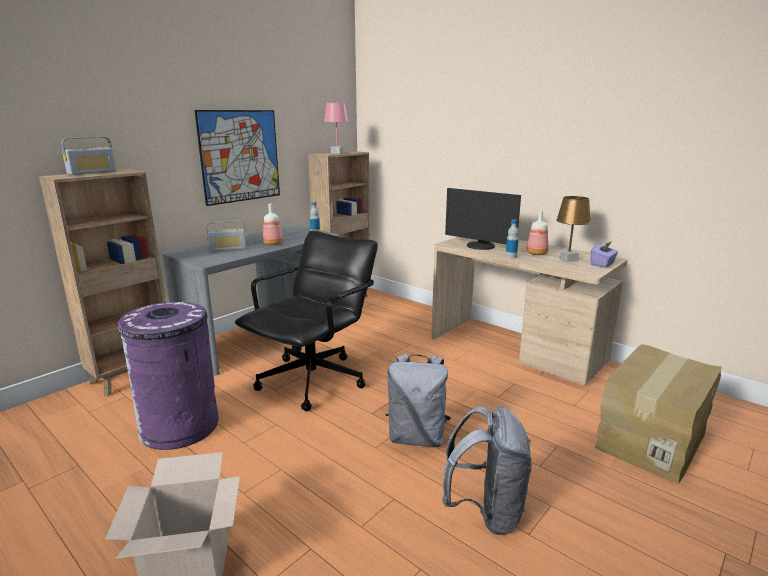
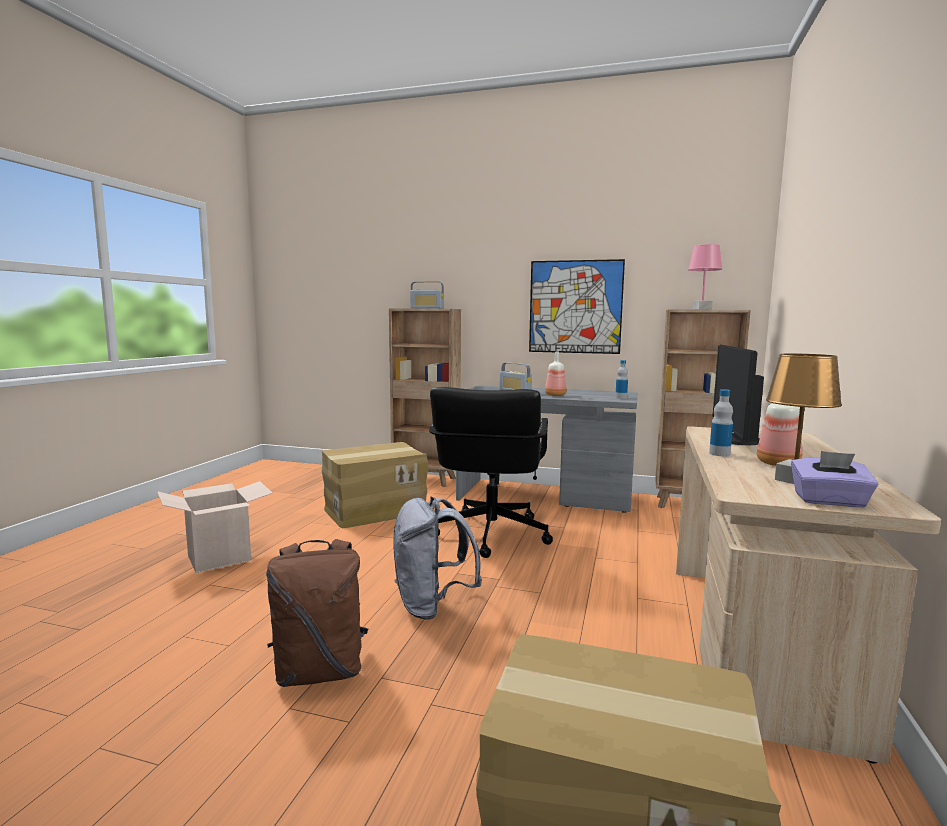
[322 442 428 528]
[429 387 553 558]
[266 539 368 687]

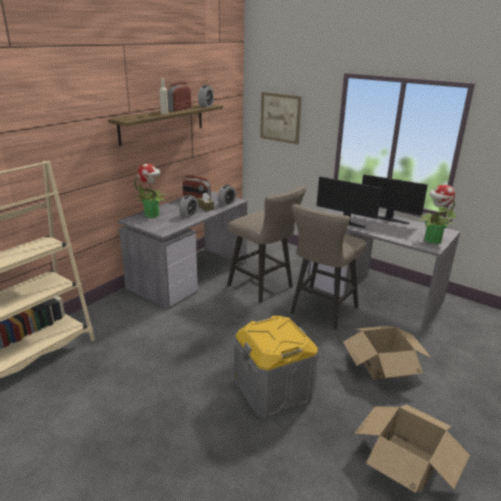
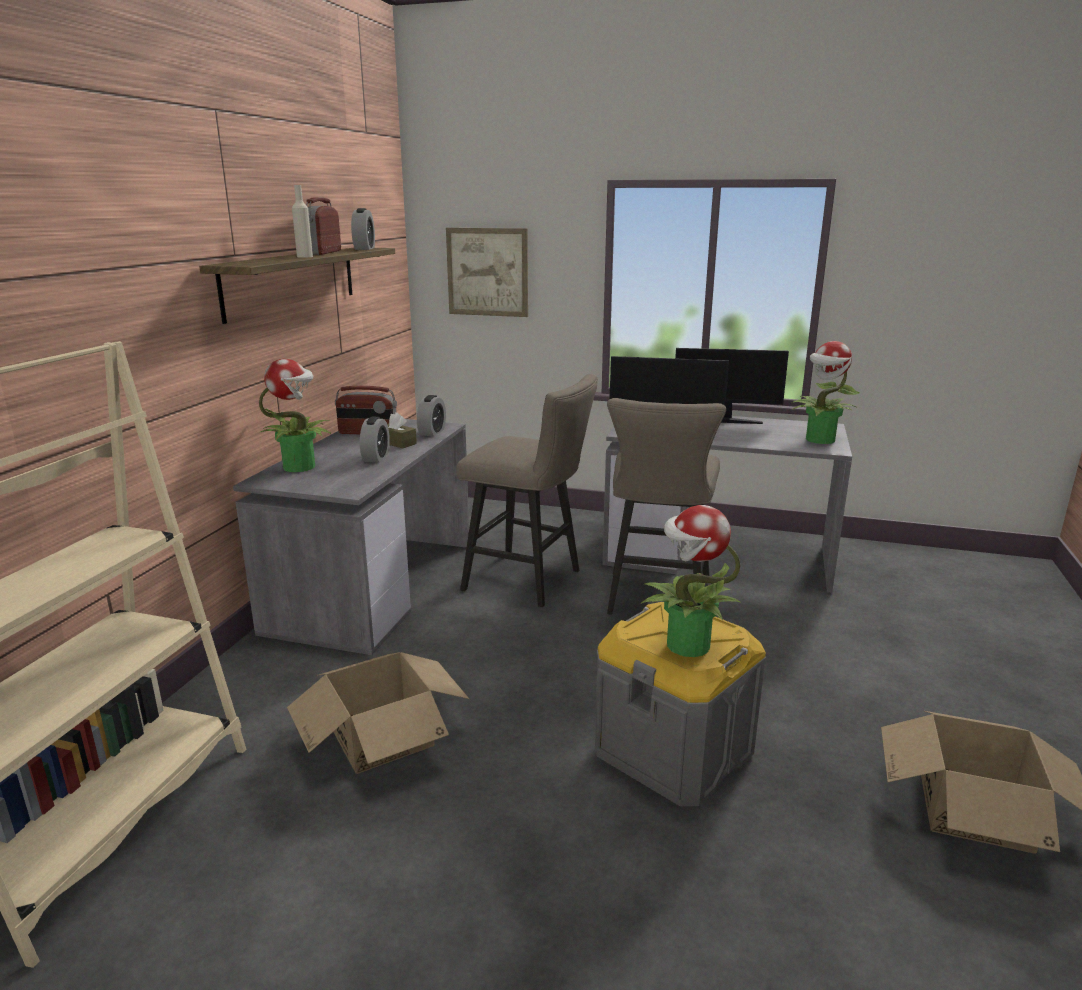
[287 652 470 774]
[641 505 741 657]

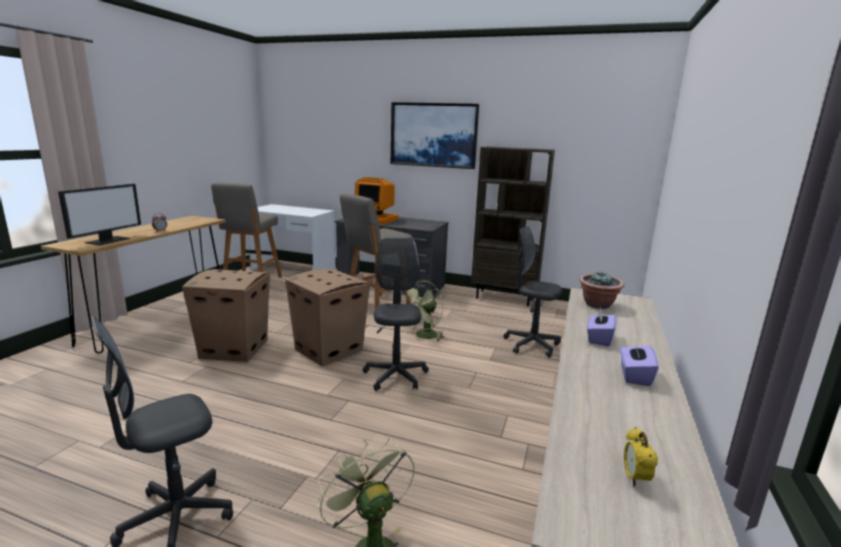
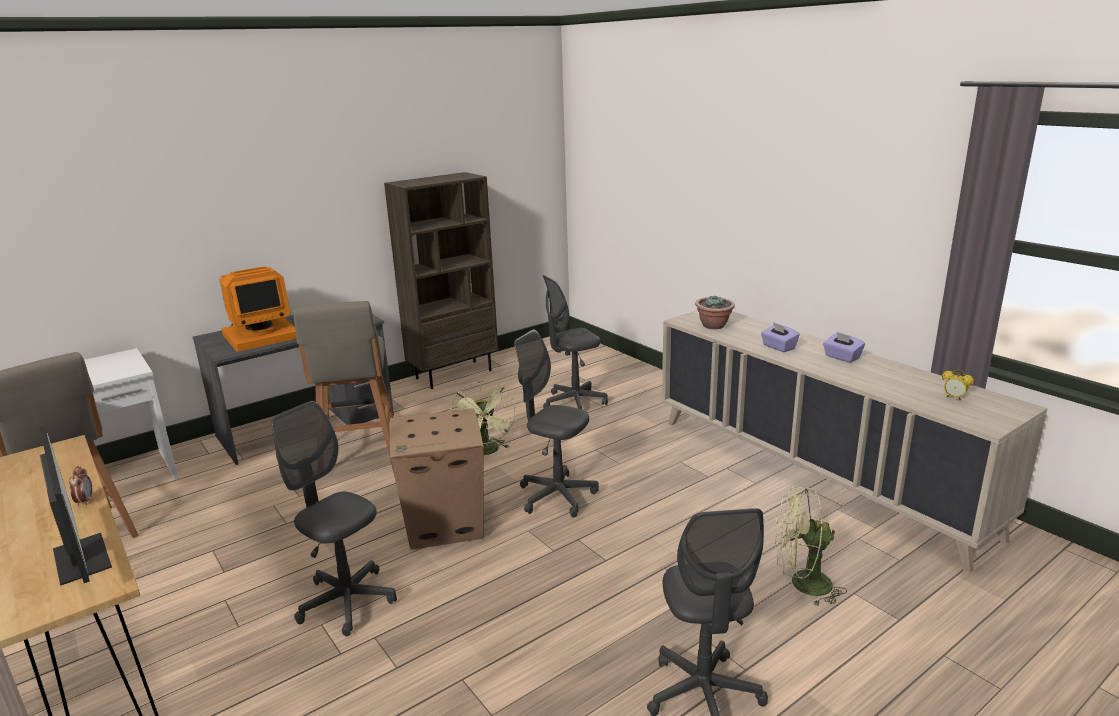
[271 401 397 636]
[391 102 479 169] (first image)

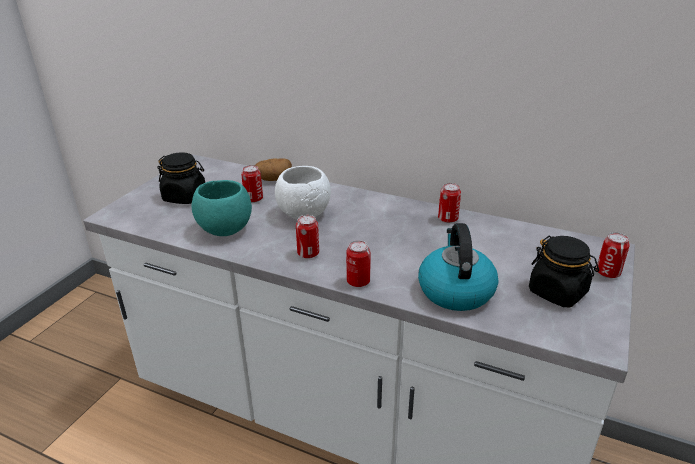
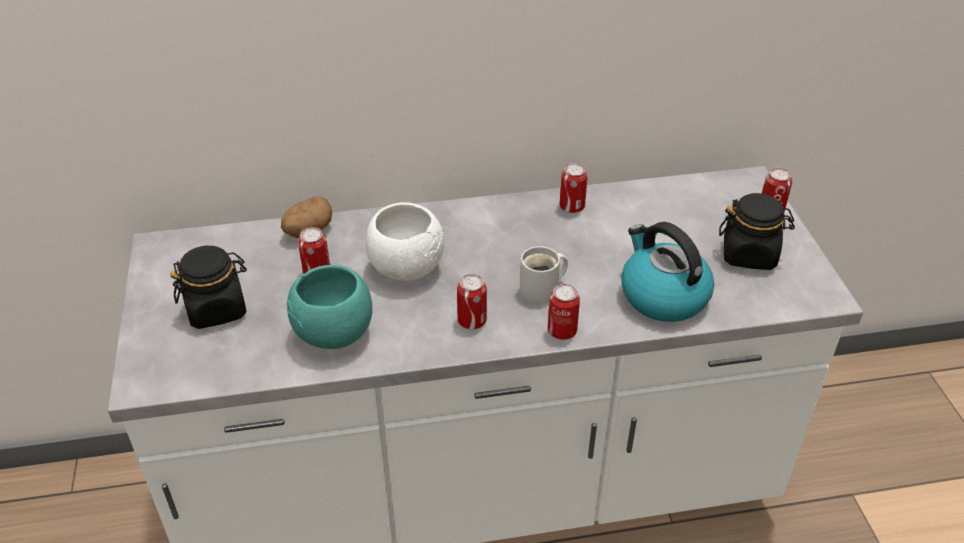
[520 246 568 304]

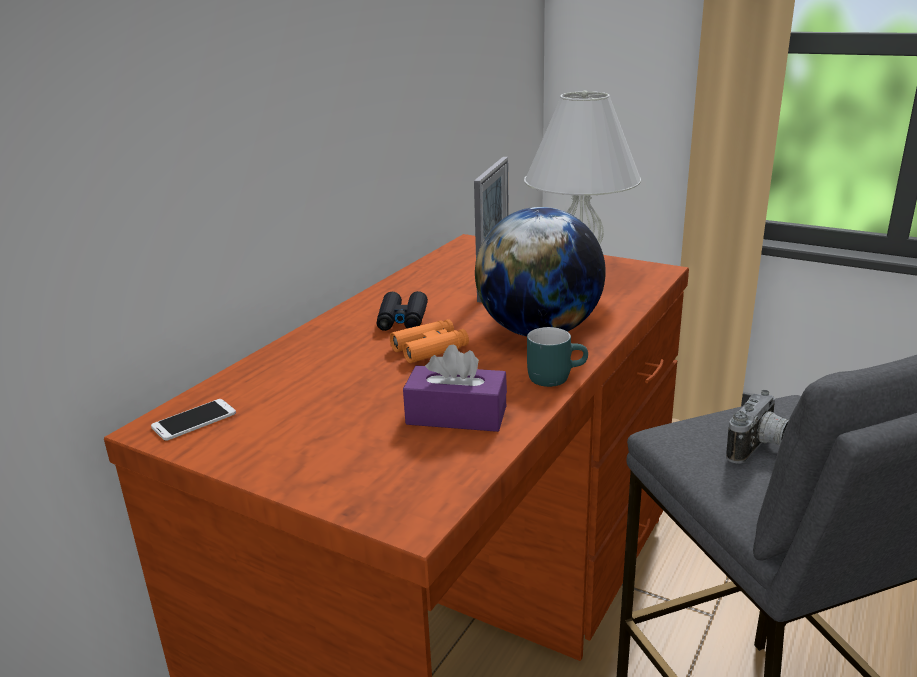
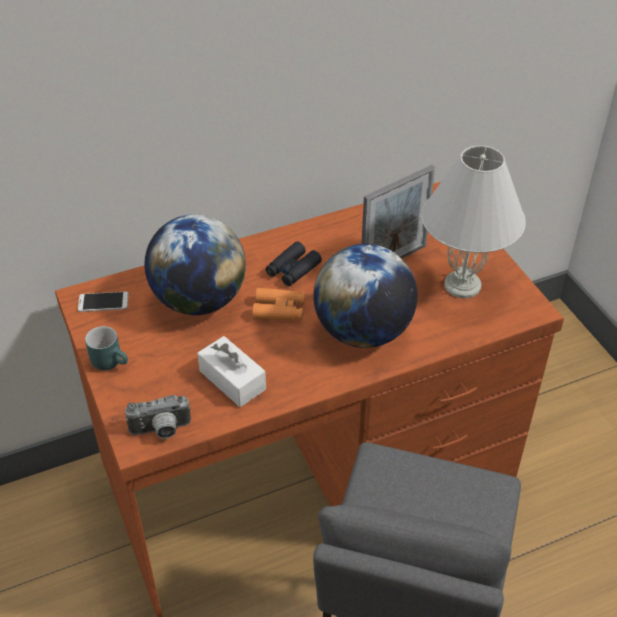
[197 336 266 407]
[85 326 128 371]
[125 395 191 439]
[145 214 246 315]

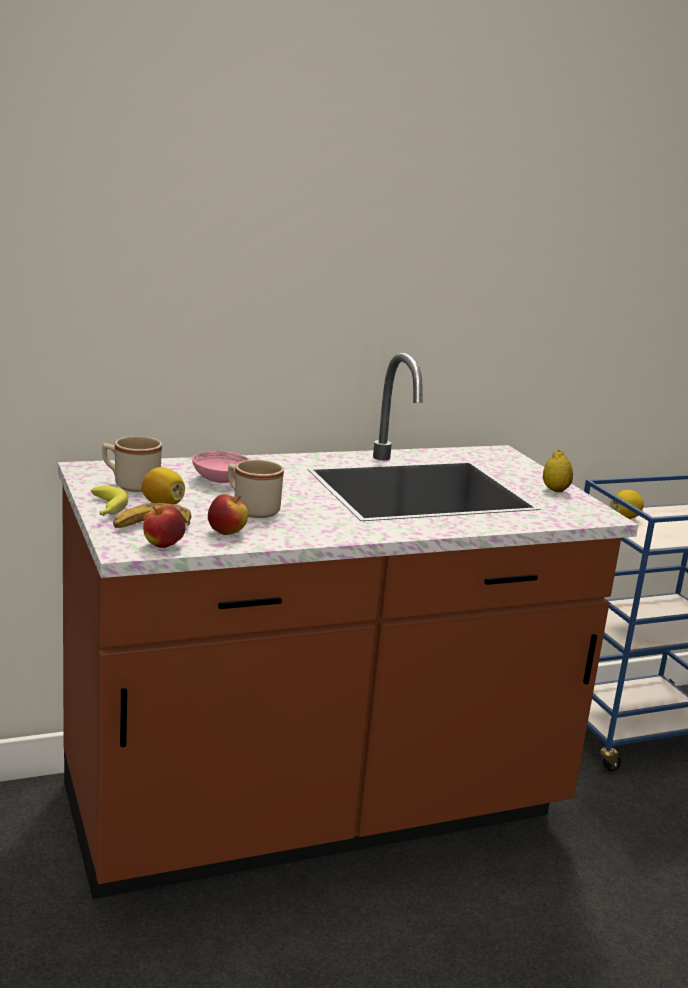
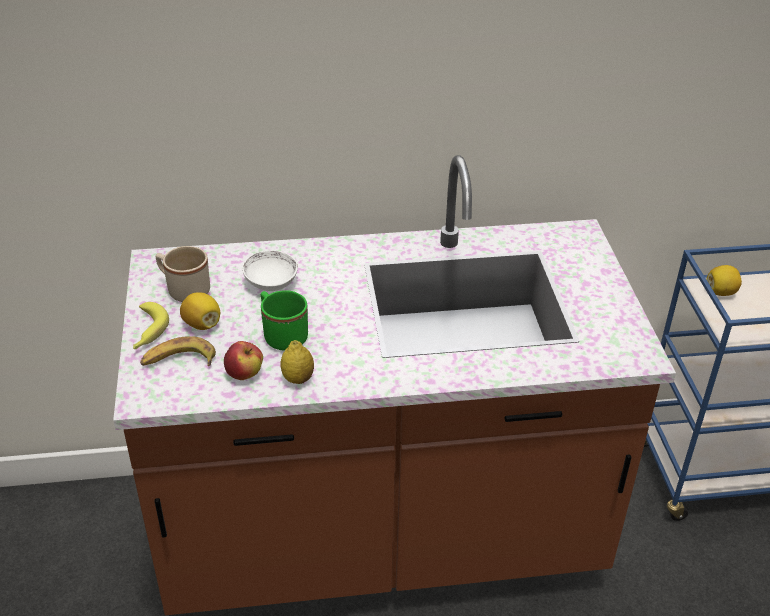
[143 505 186 548] (first image)
[242 250 298 291]
[261 290 308 351]
[280 340 314 384]

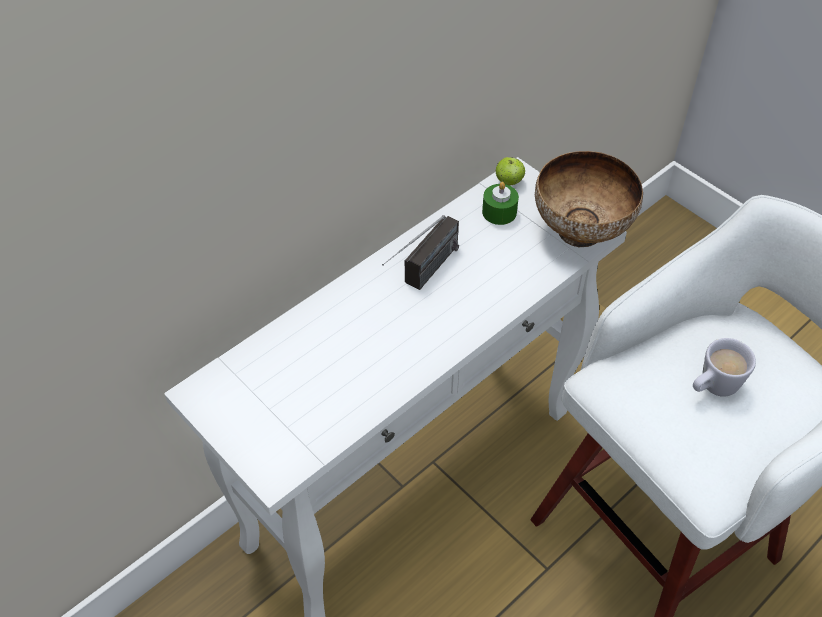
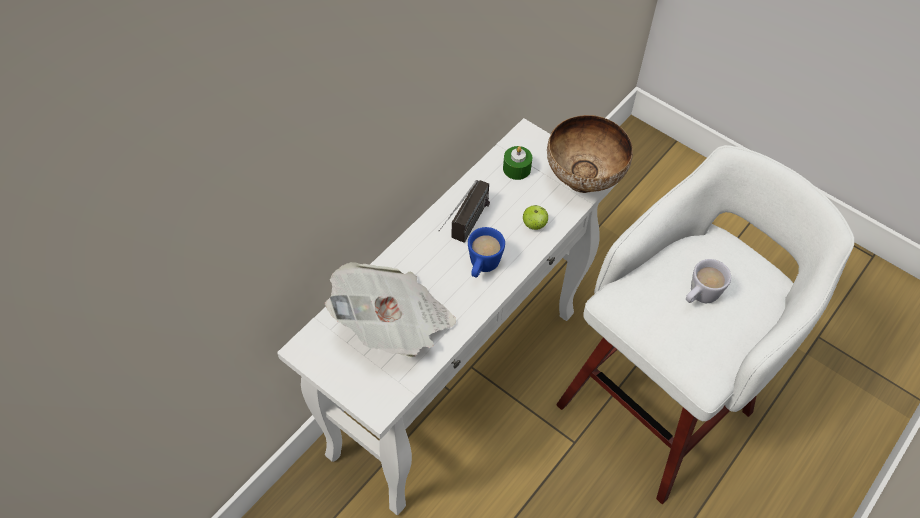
[523 205 549 230]
[325 262 456 357]
[468 227 505 277]

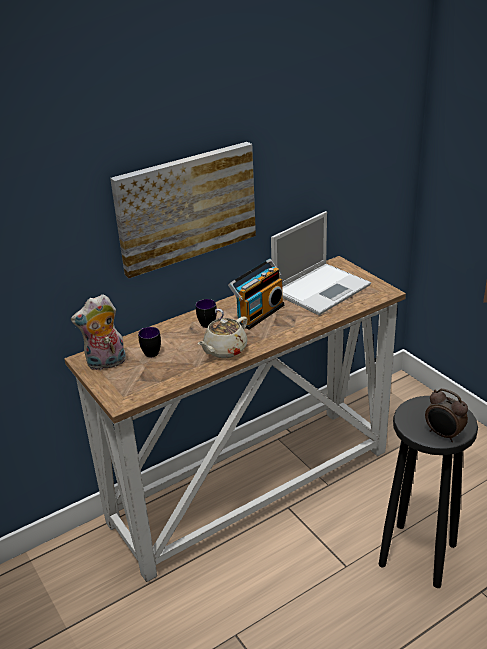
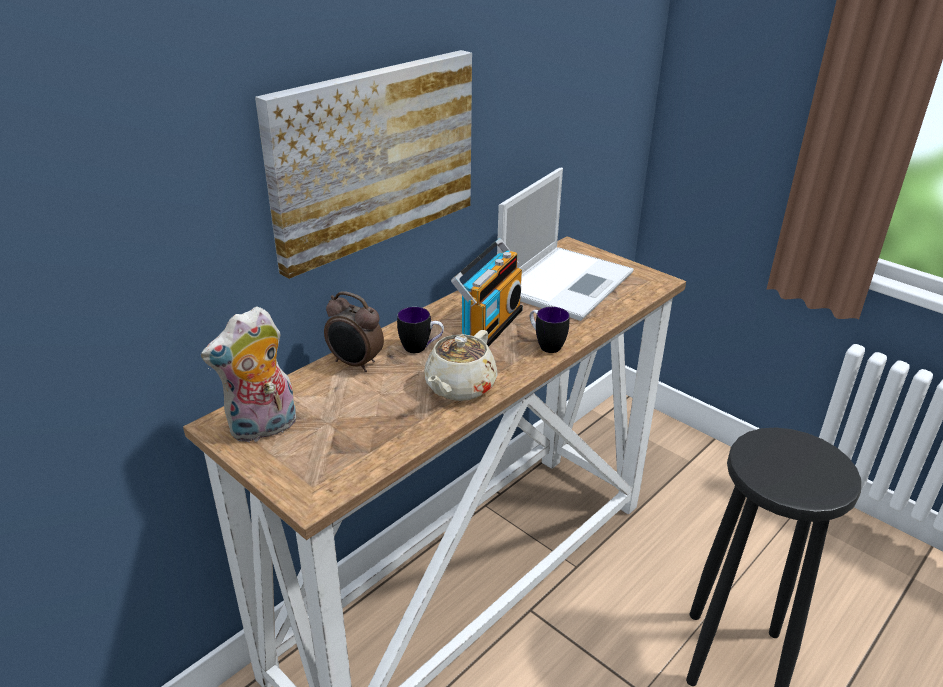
[530 307 570 353]
[324 291 384 372]

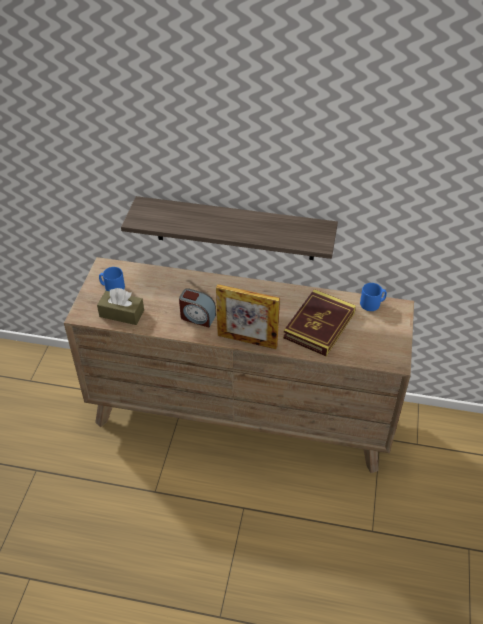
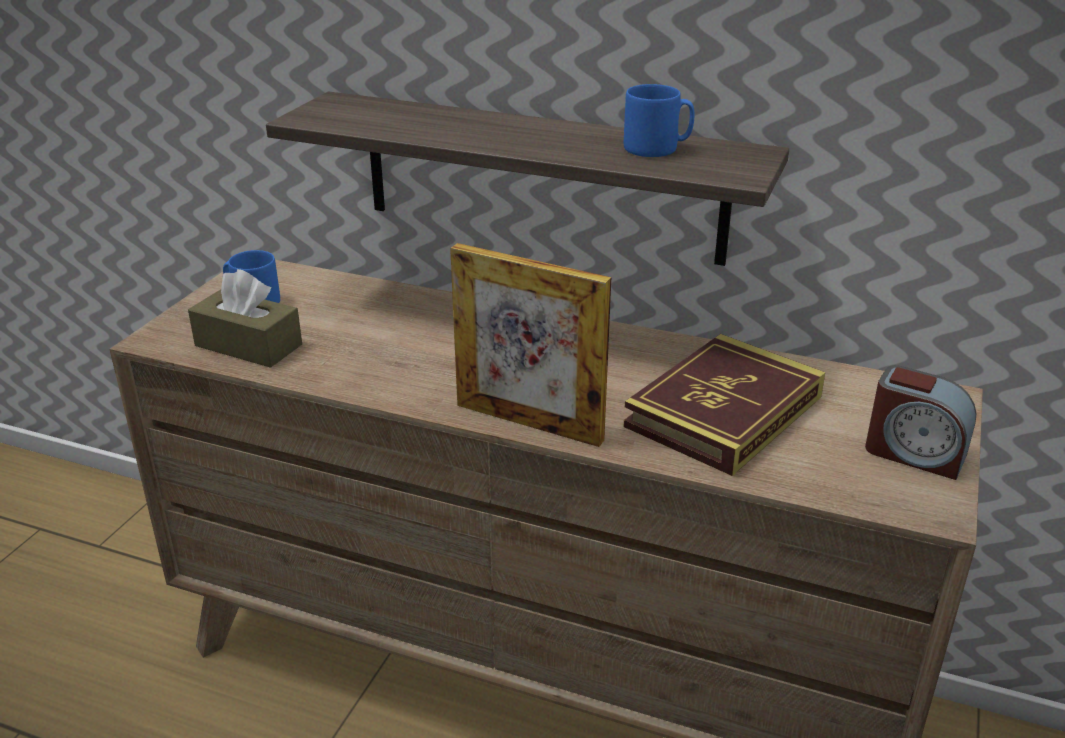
[865 365 977 480]
[624 84 694 157]

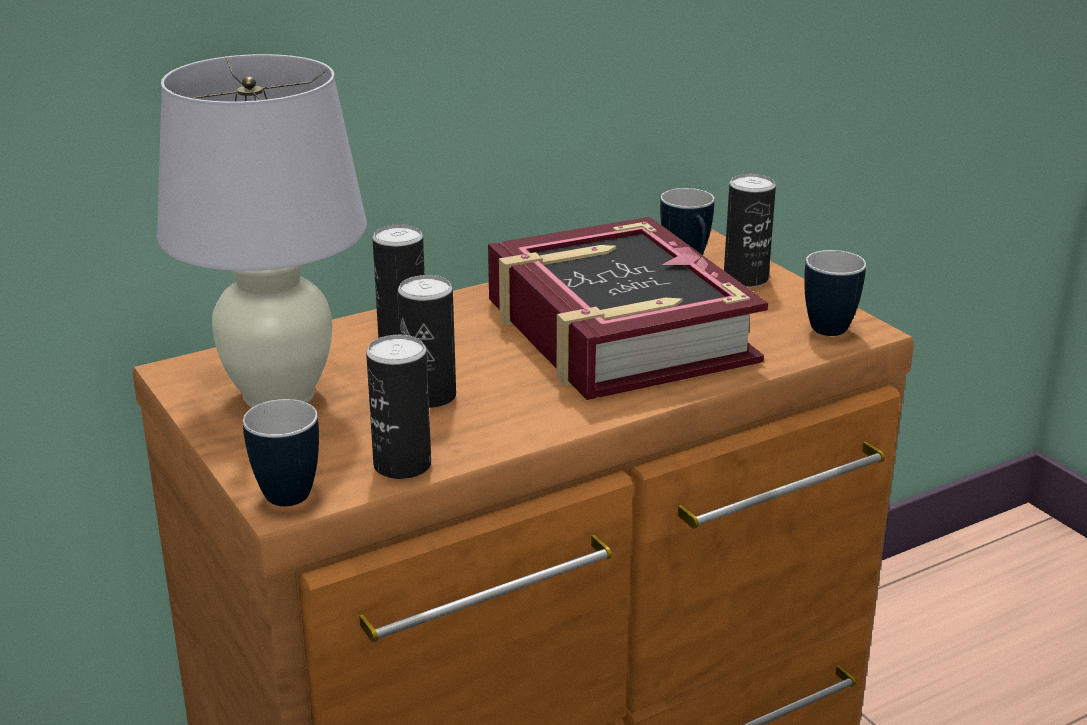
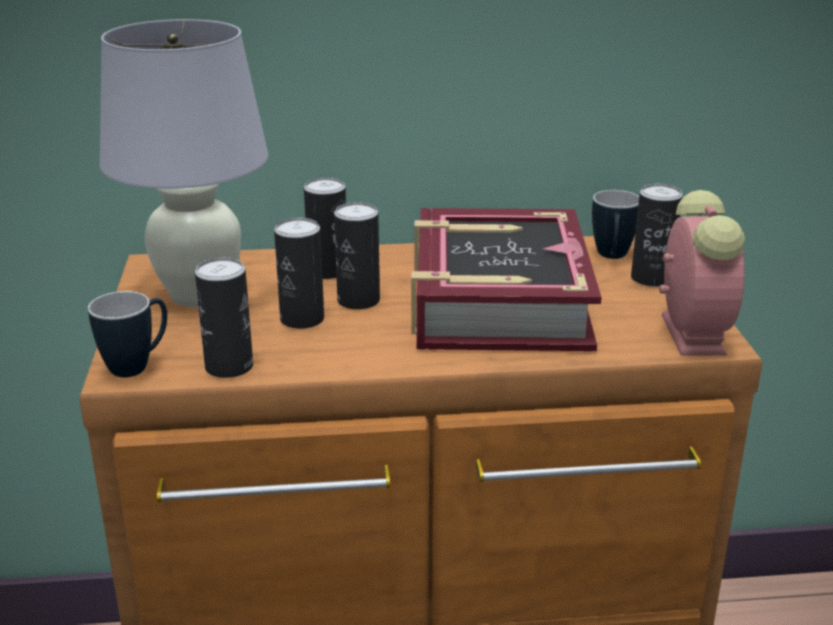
[659 190 745 356]
[334 202 380 310]

